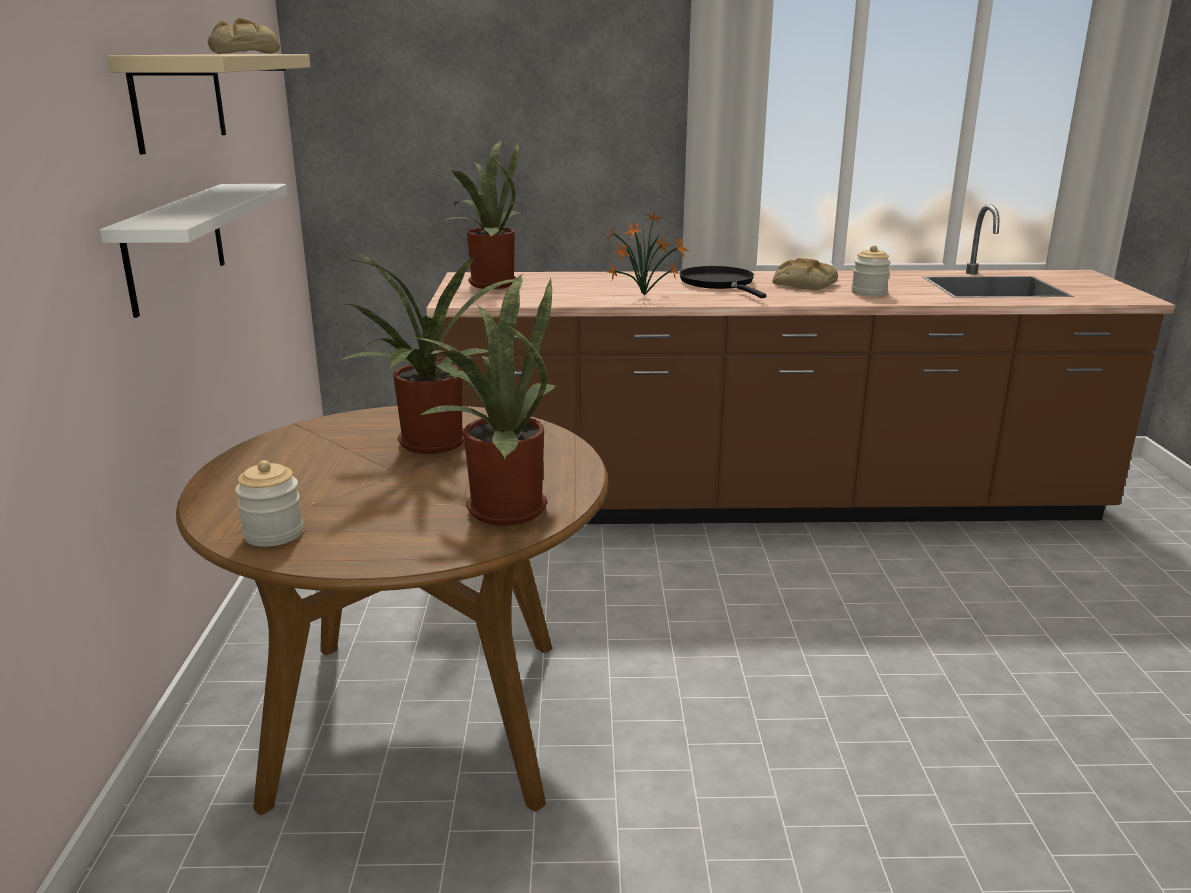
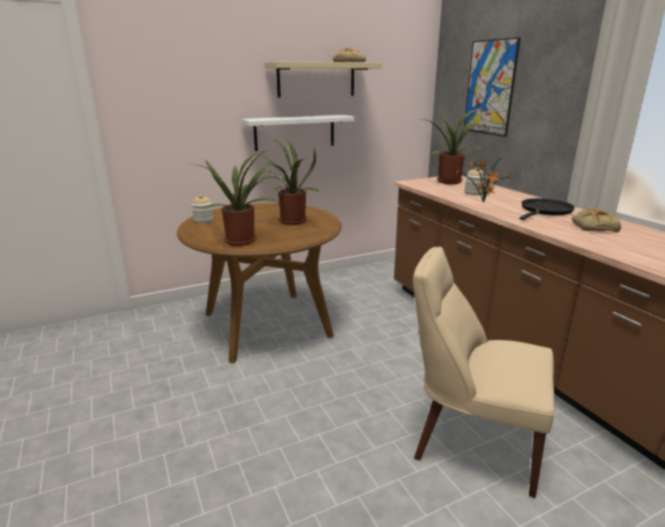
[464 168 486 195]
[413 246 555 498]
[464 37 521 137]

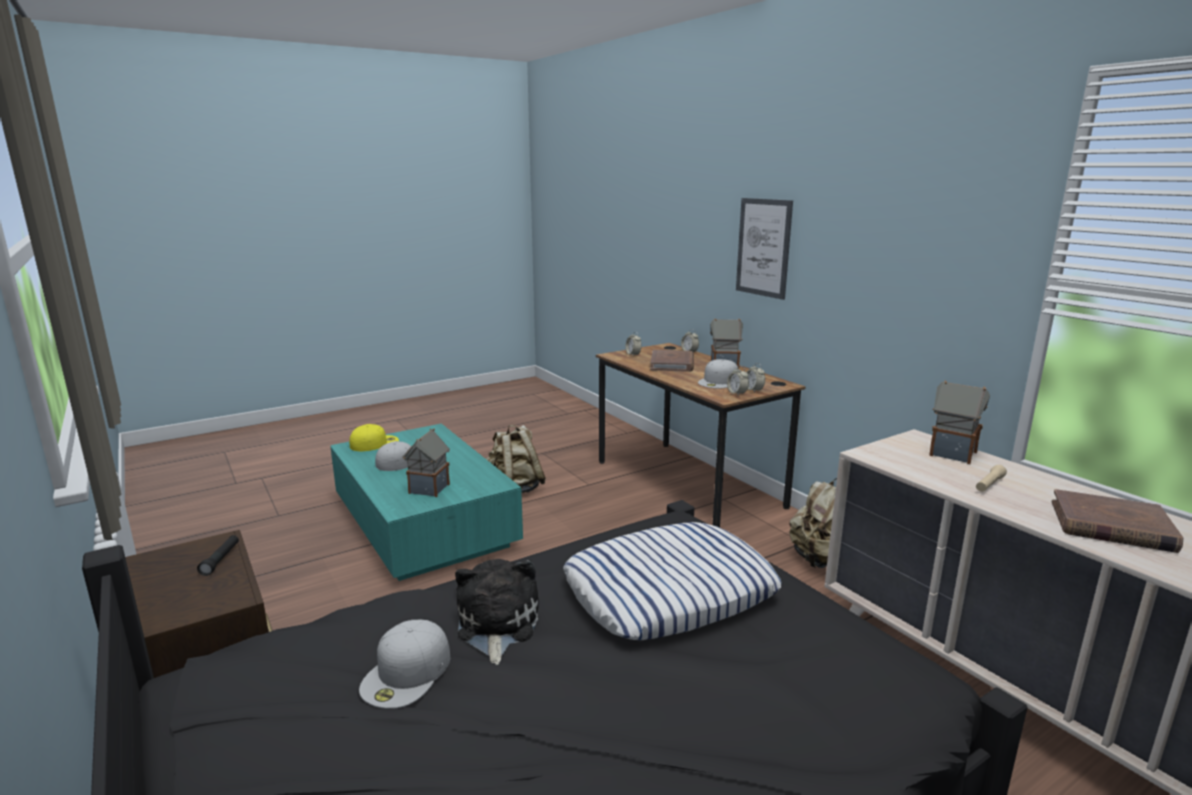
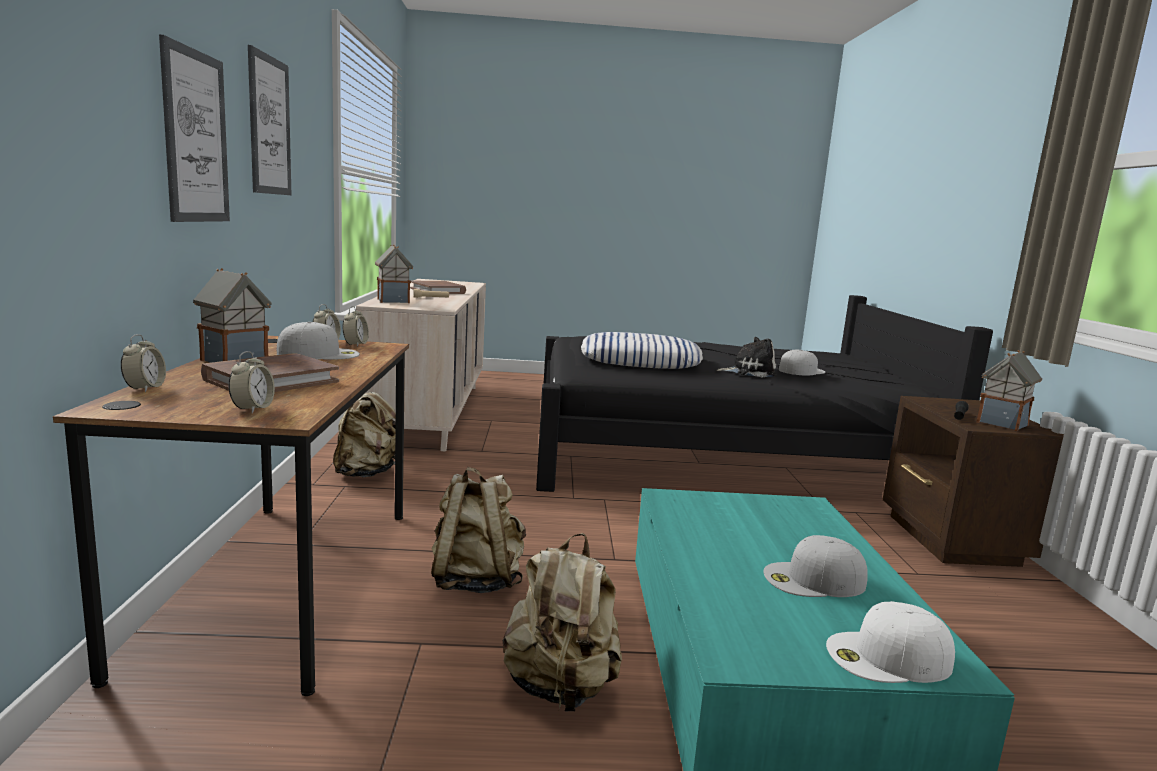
[826 601 955 683]
[976 350 1042 431]
[717 337 777 377]
[248 45 291 195]
[431 467 526 593]

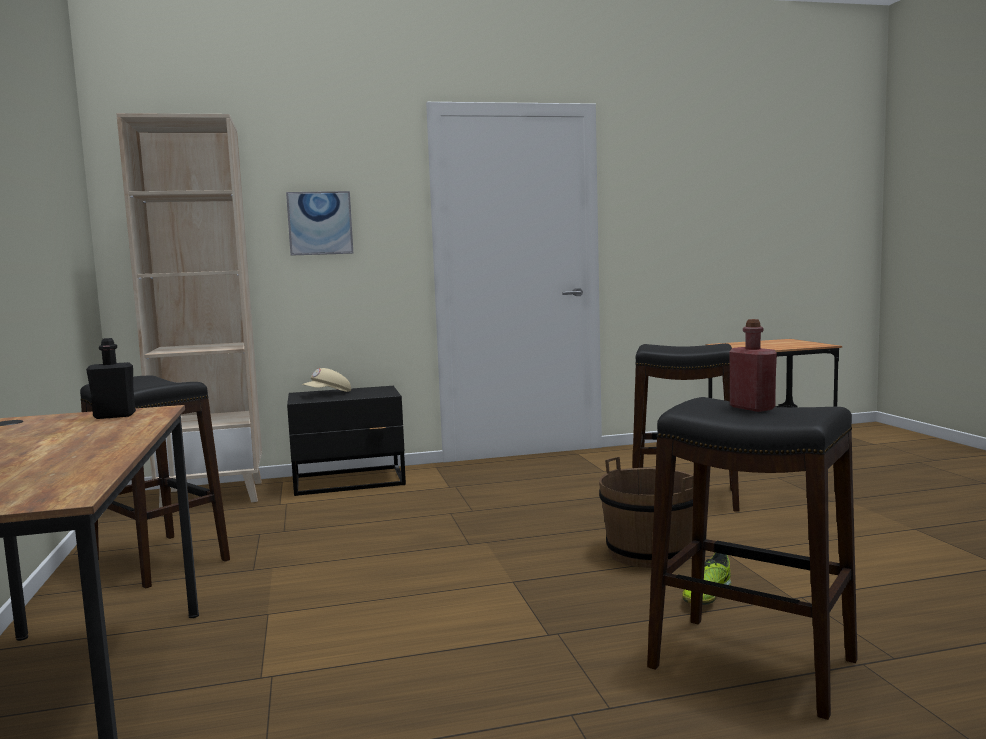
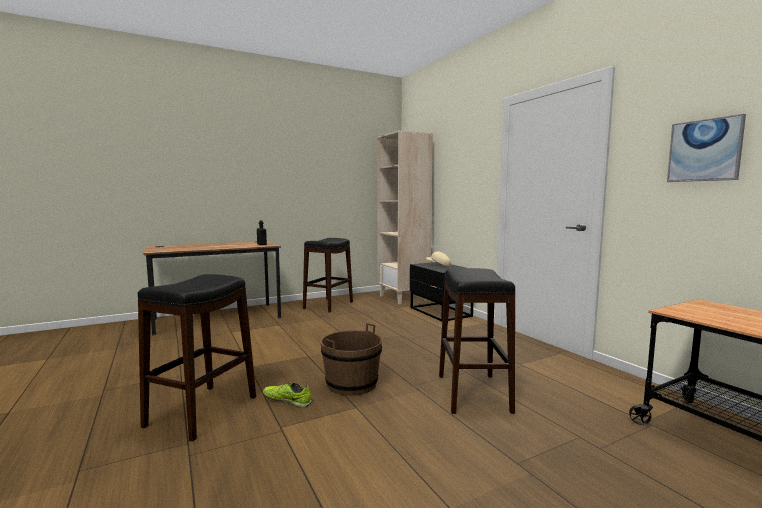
[667 114 746 182]
[729 319 777 412] (first image)

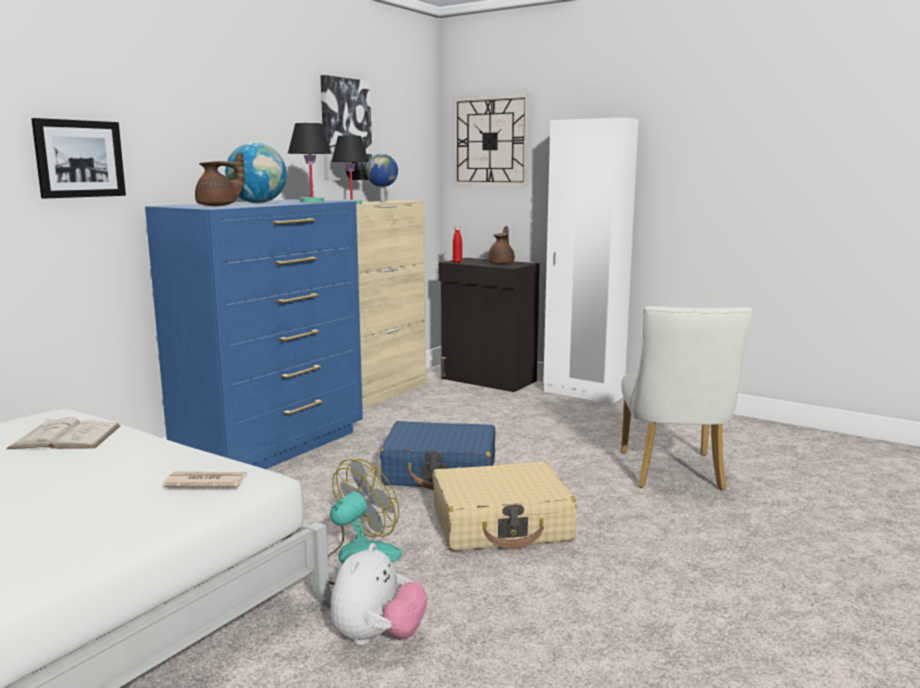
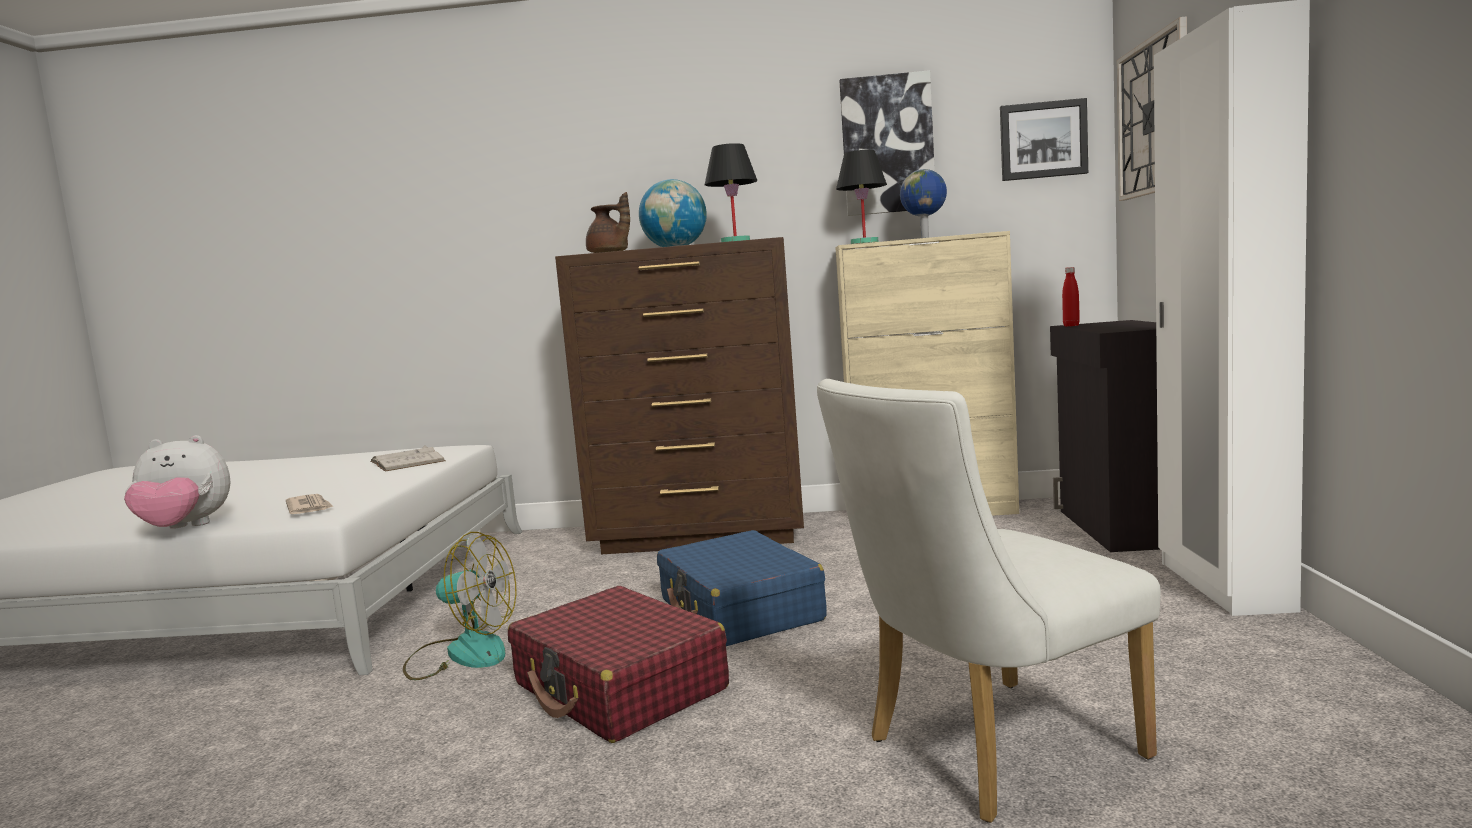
[1000 98 1088 181]
[555 237 804 554]
[124 435 231 529]
[508 586 729 743]
[488 226 515 264] (first image)

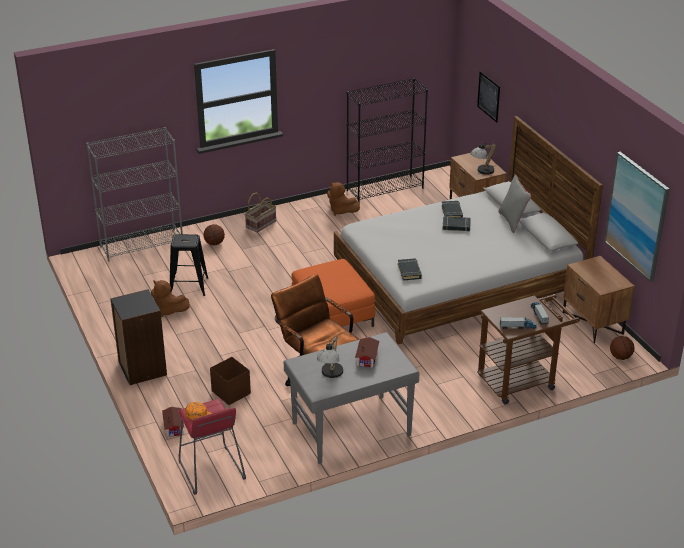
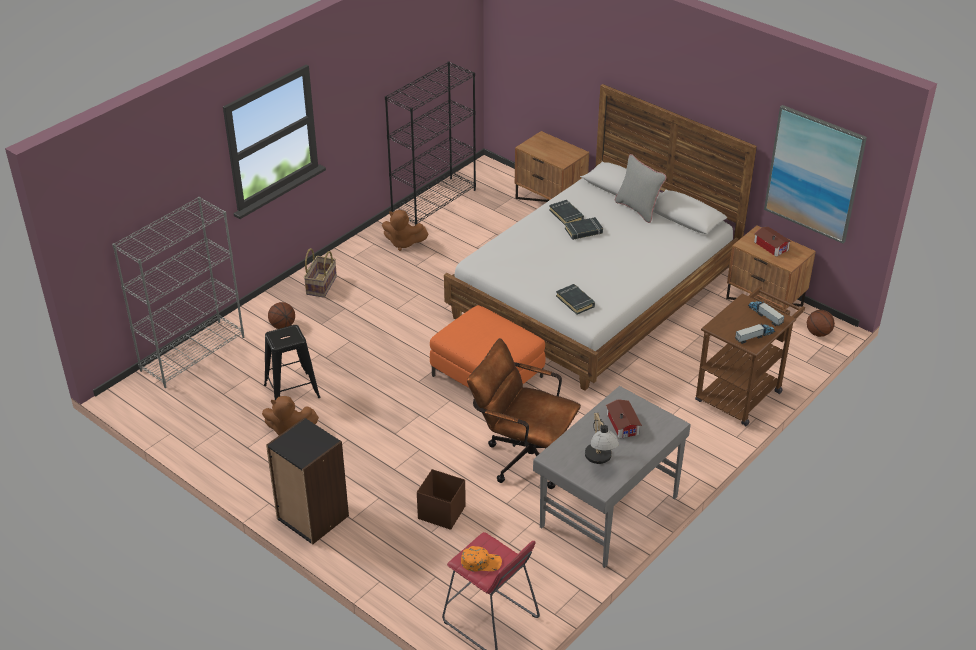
[754 227 792 257]
[470 142 496 175] (first image)
[477 71 500 122] (first image)

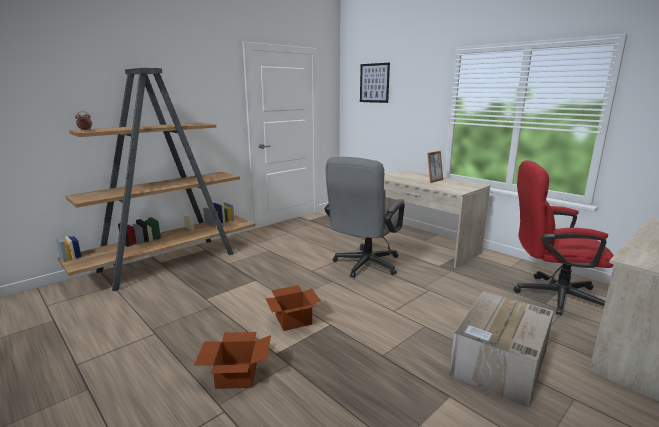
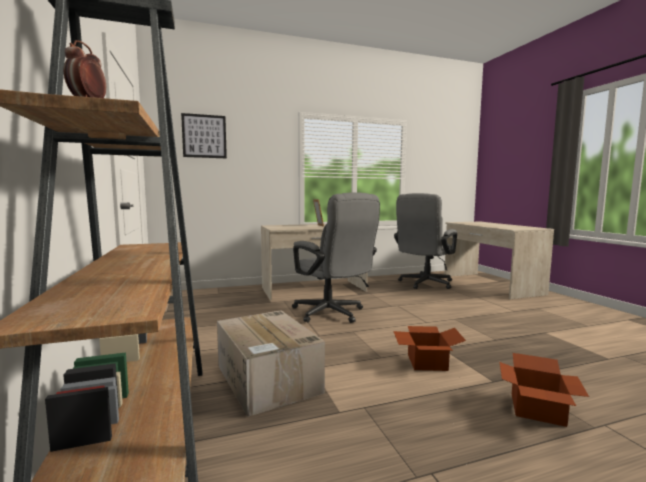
[217 310 325 417]
[394 193 457 289]

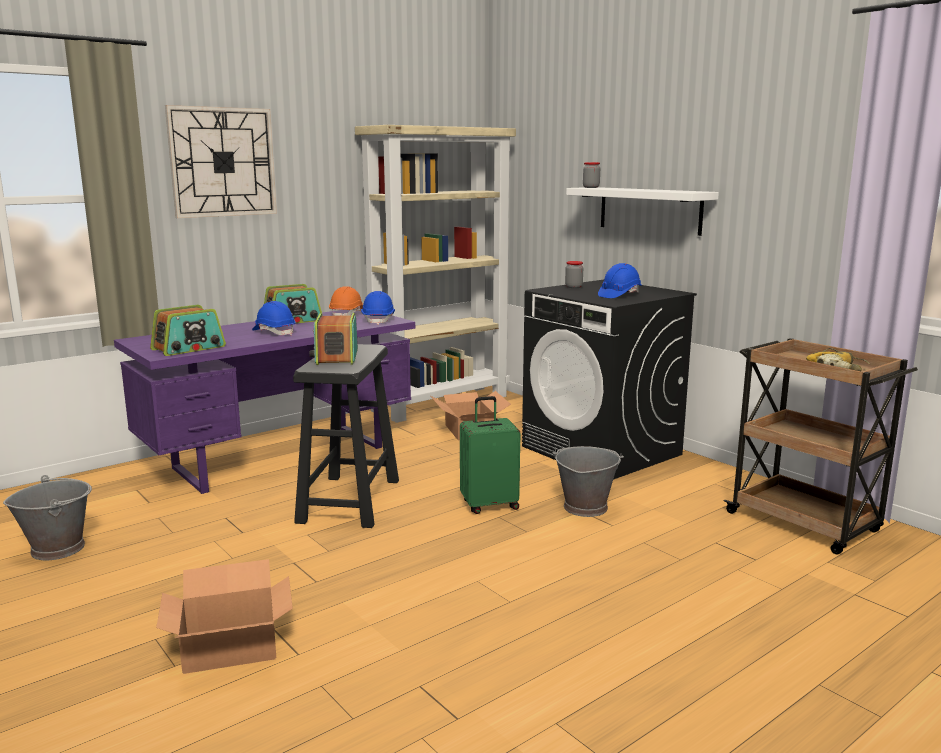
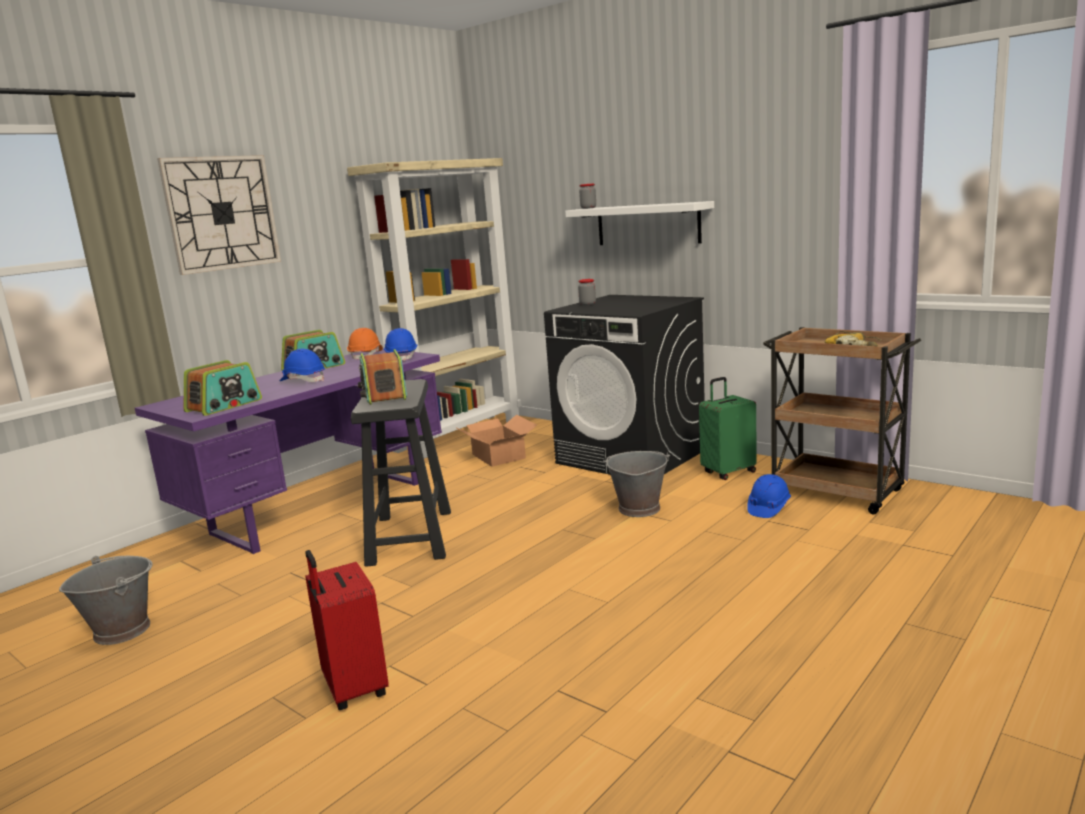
[305 550 389 710]
[699 377 757 480]
[747 474 791 518]

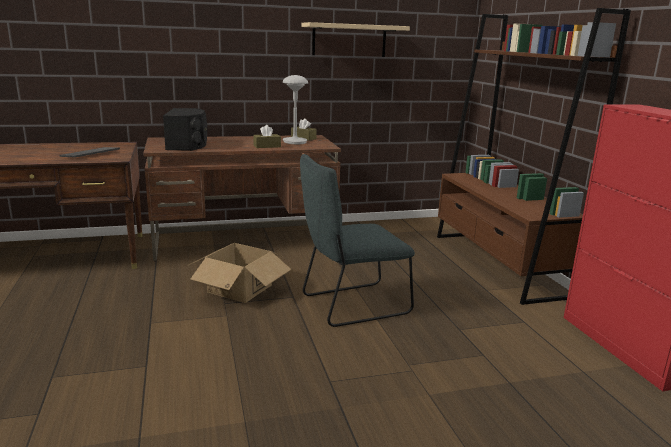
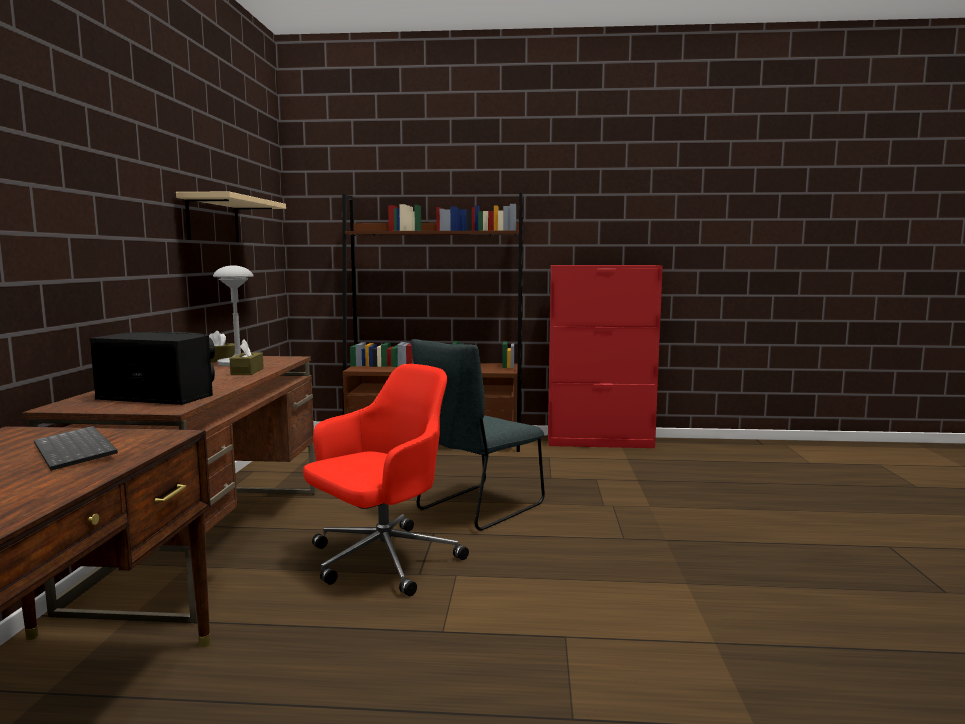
[303 364 469 596]
[411 339 545 531]

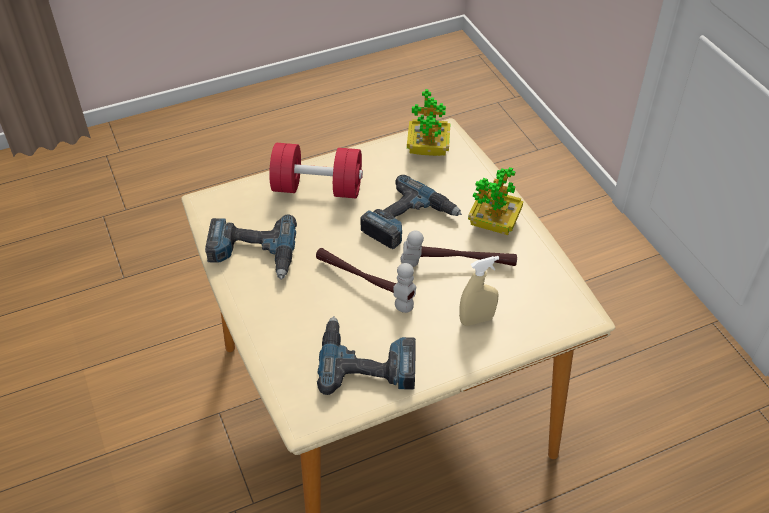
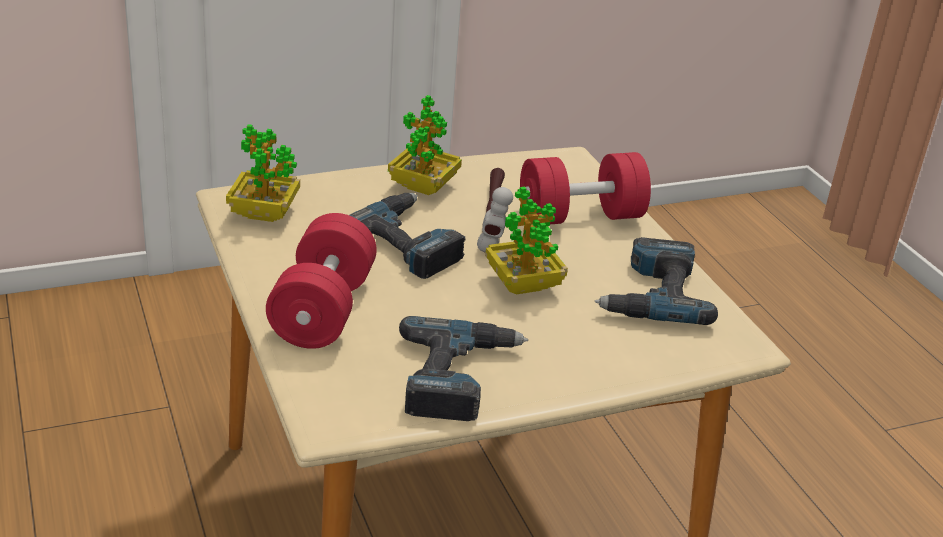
[485 187 568 294]
[520 152 651 225]

